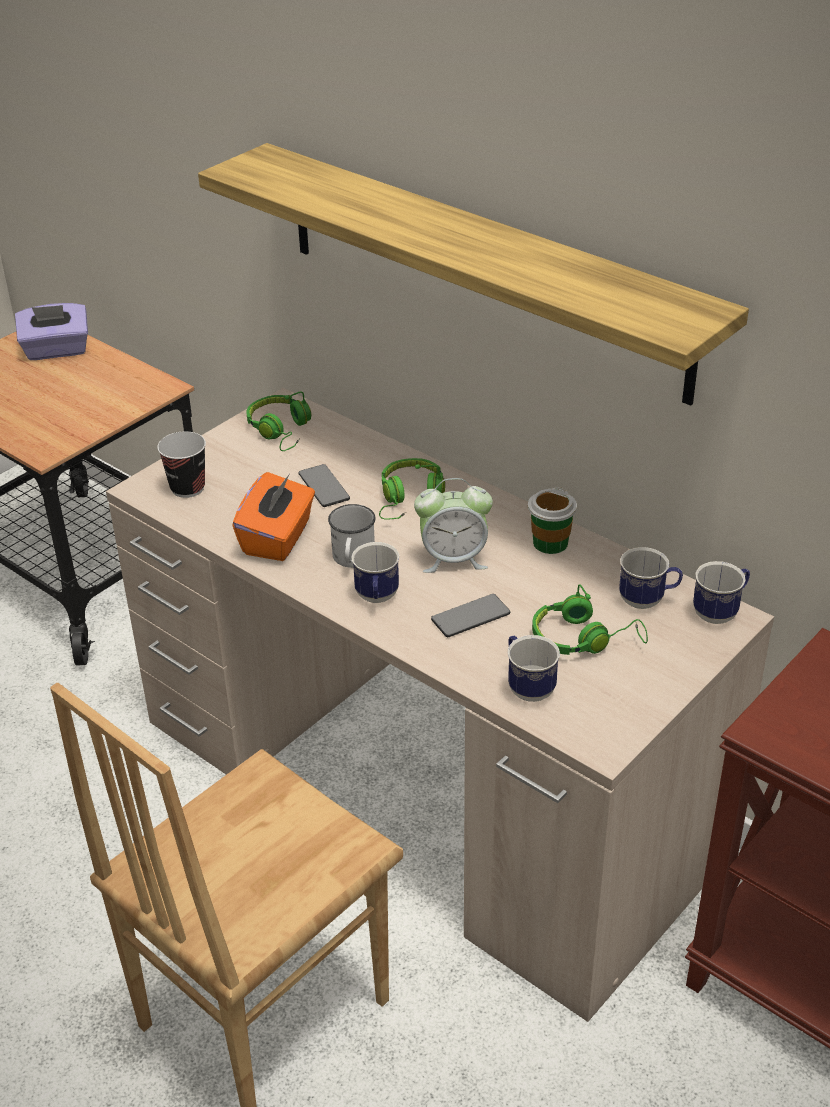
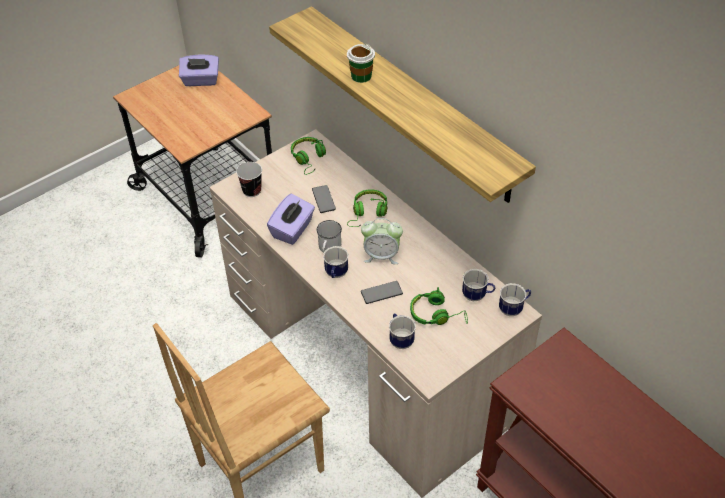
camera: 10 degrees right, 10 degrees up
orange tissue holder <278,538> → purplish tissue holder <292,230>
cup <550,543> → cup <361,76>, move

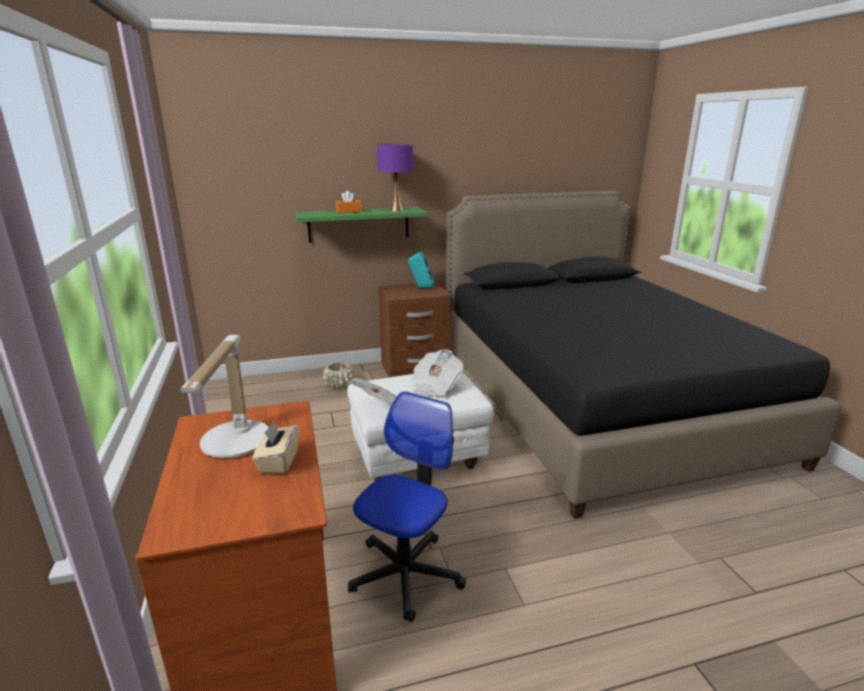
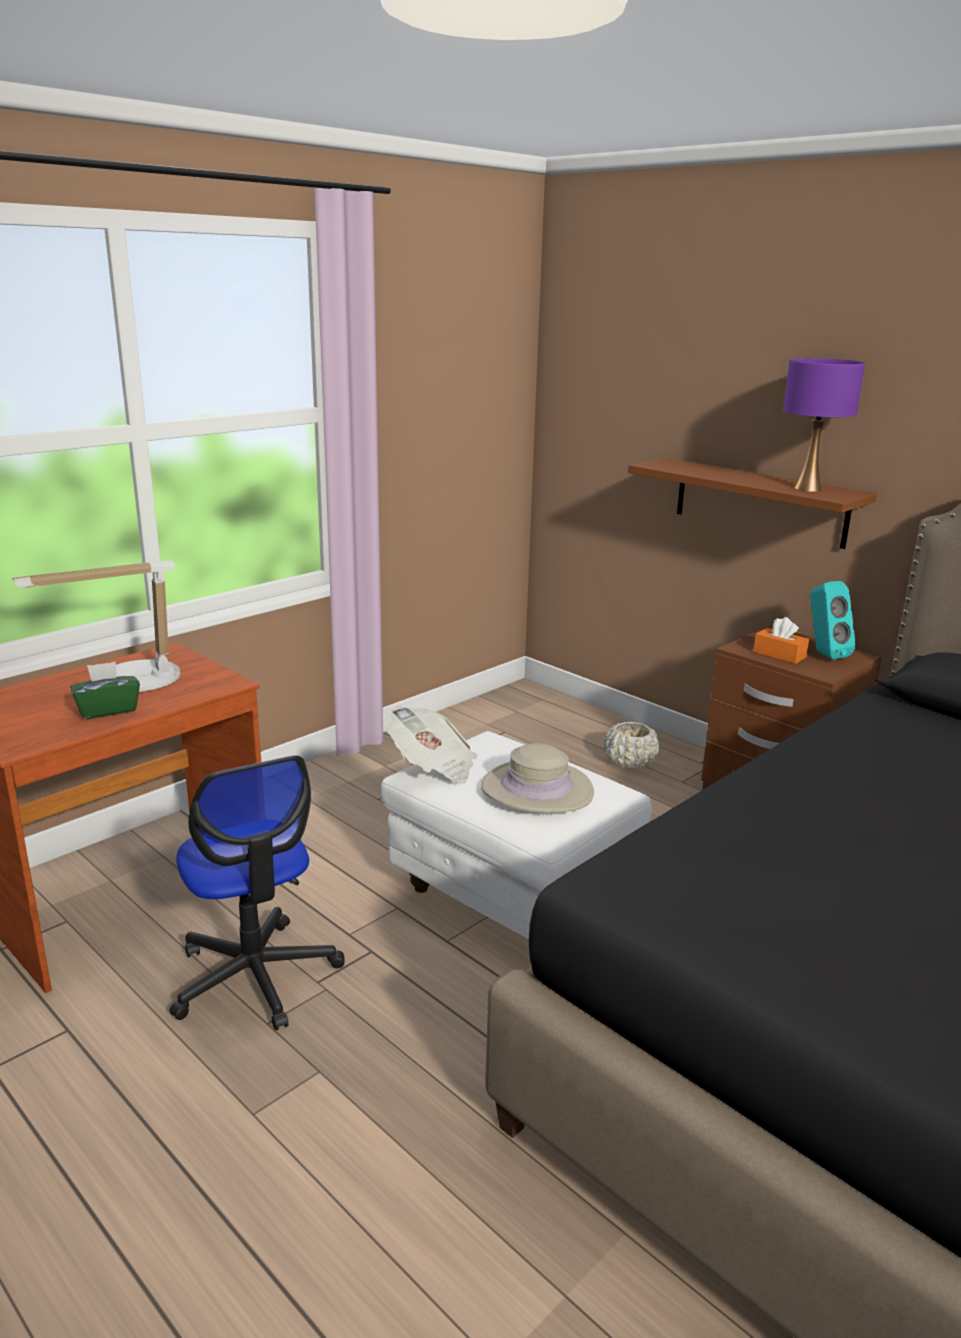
camera: 60 degrees right, 0 degrees up
beige tissue holder <278,462> → green-coloured tissue holder <108,710>
green-coloured shelf <359,224> → brownish shelf <760,502>
orange tissue holder <349,212> → orange tissue holder <779,654>, move
desk chair <406,574> → desk chair <255,976>, 60 degrees clockwise
printed paper <435,387> → beige wearable hat <537,789>

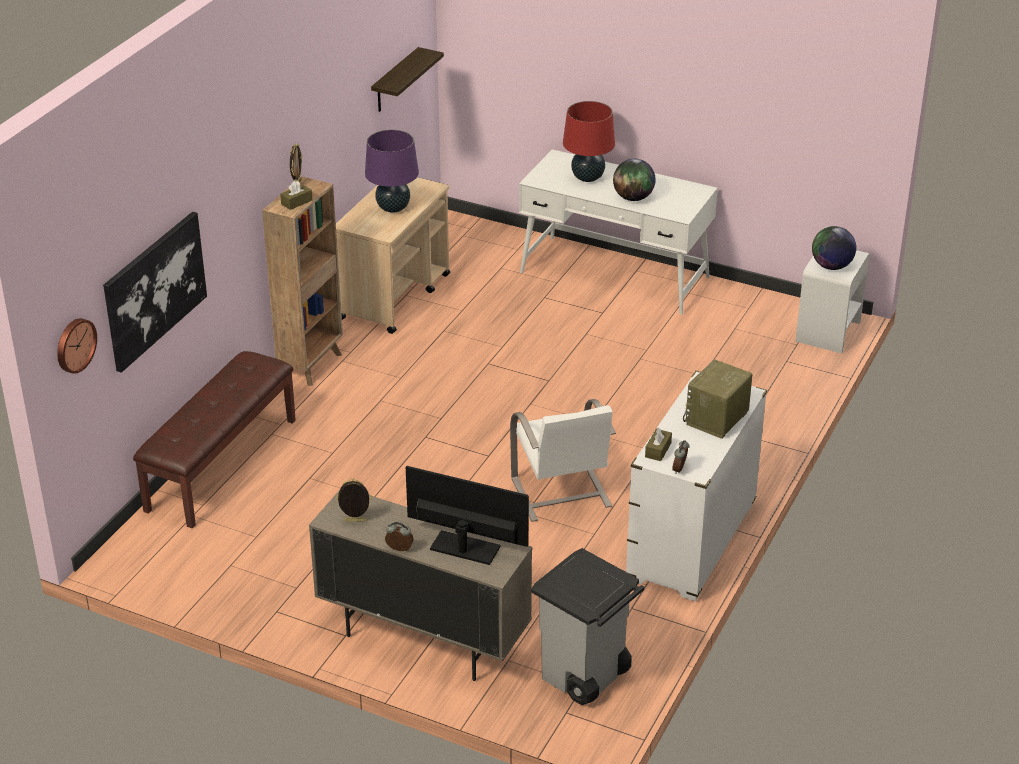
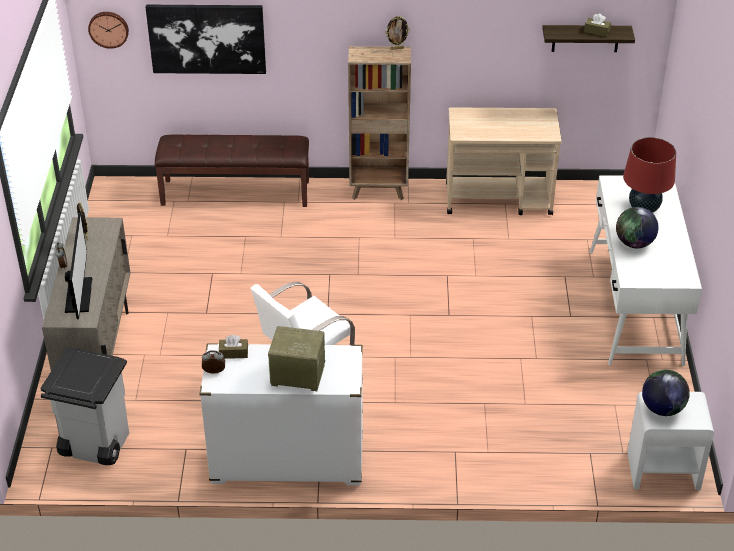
camera: 65 degrees right, 5 degrees up
brownish tissue holder <296,202> → brownish tissue holder <597,31>, move
purplish table lamp <393,208> → -

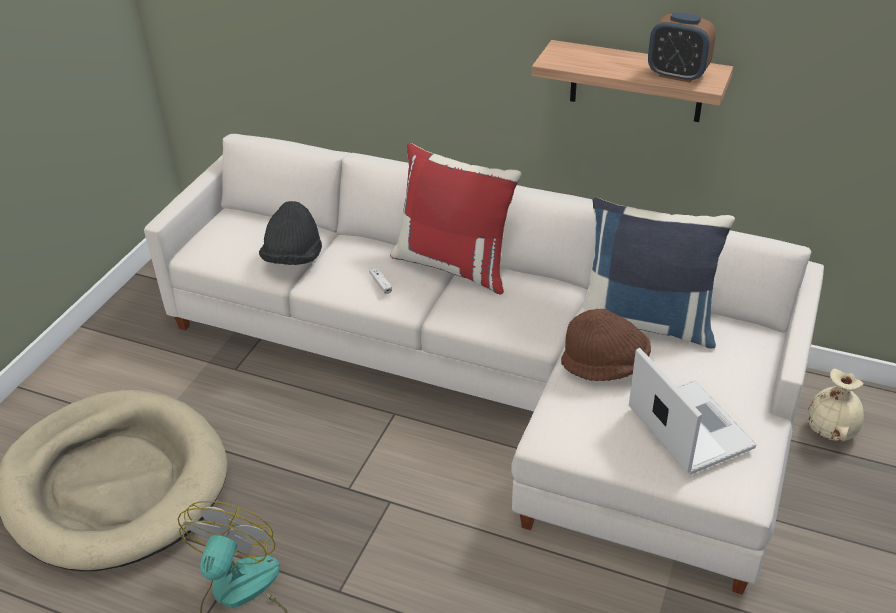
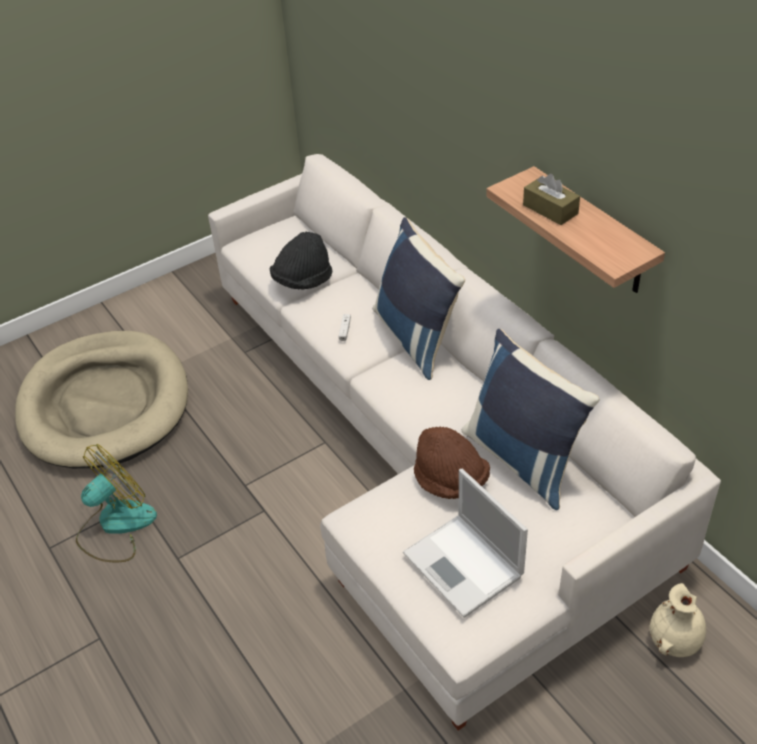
camera: 35 degrees right, 5 degrees up
red-coloured throw pillow <455,264> → bluish throw pillow <418,337>
notebook computer <688,426> → notebook computer <464,566>, 135 degrees clockwise
bedside clock <677,75> → -
- → brownish tissue holder <550,209>

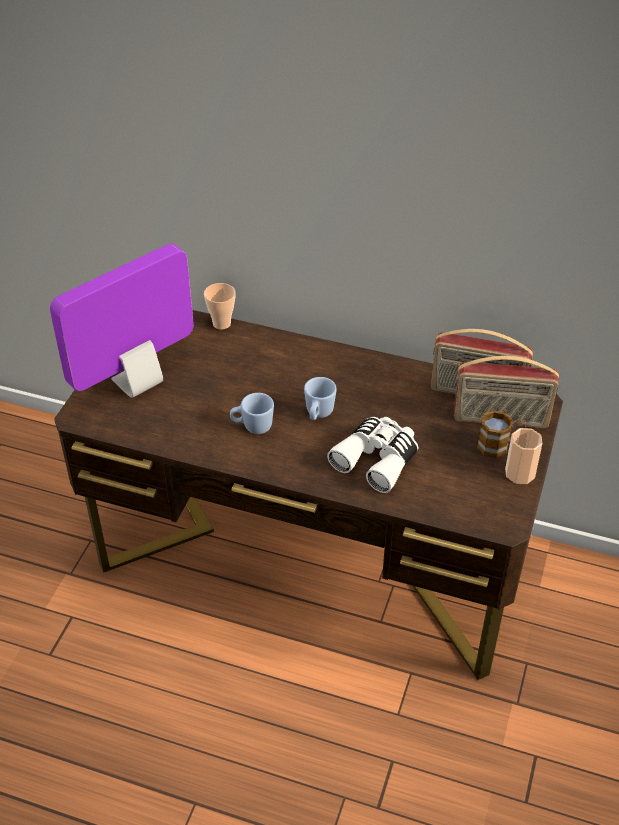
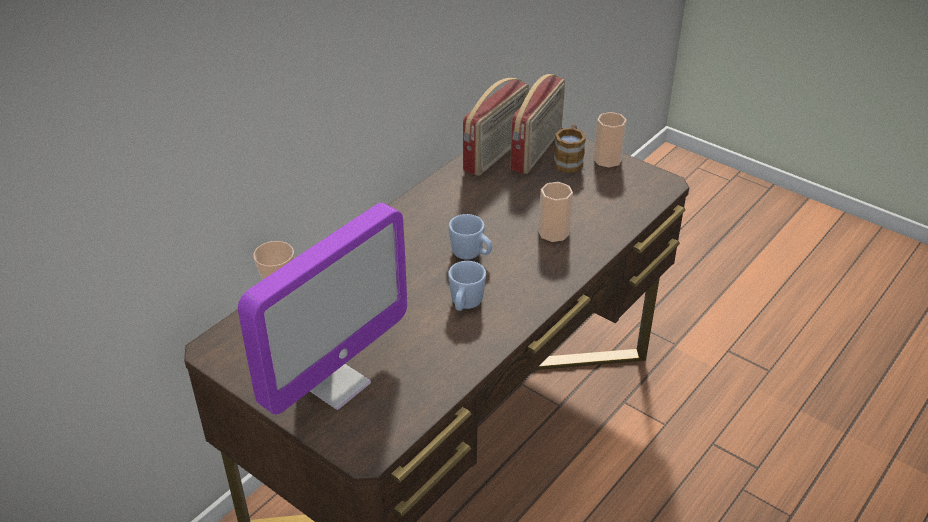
camera: 70 degrees left, 5 degrees down
monitor <137,382> → monitor <335,384>, 120 degrees counterclockwise
whitish field glasses <377,459> → cup <553,232>

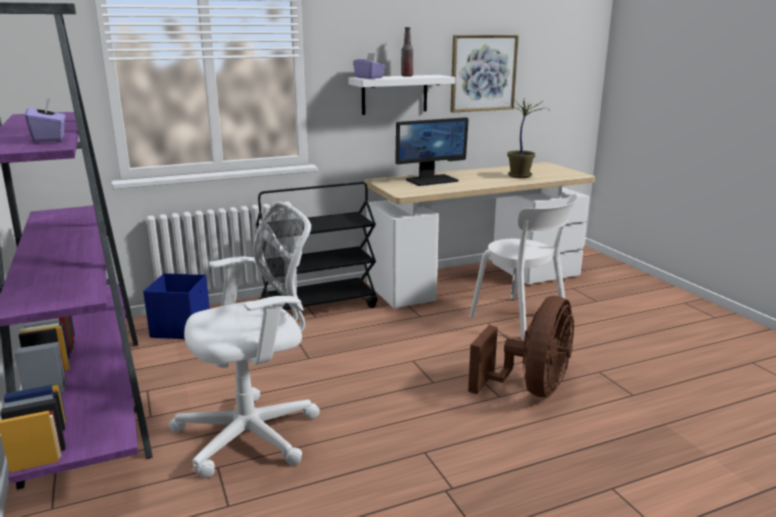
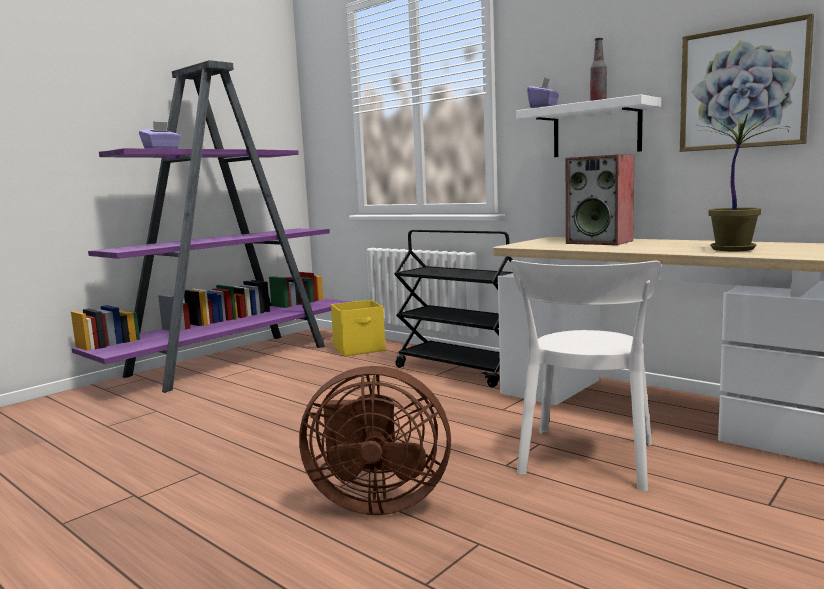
camera: 65 degrees right, 10 degrees down
bluish storage container <182,328> → yellow storage container <360,349>
whitish desk chair <255,433> → -
monitor <431,180> → speaker <600,242>

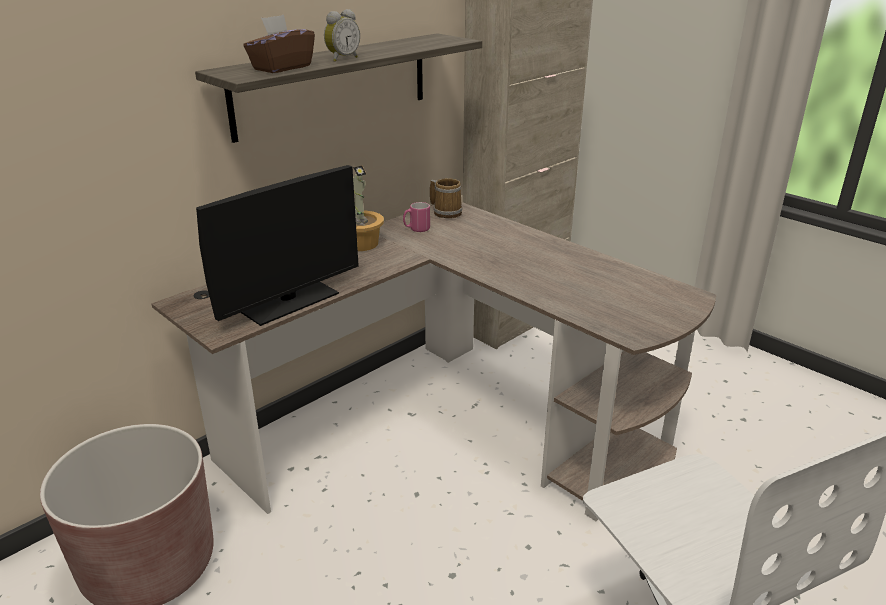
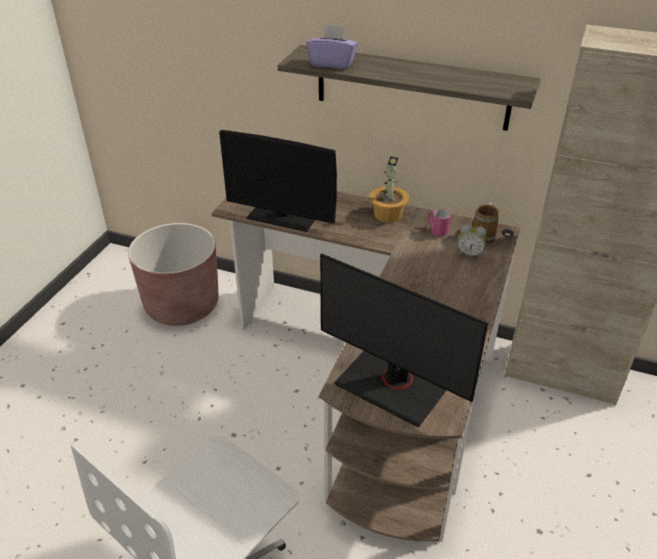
camera: 65 degrees right, 10 degrees up
brownish tissue holder <281,68> → purplish tissue holder <332,63>
bedside clock <342,59> → bedside clock <470,254>, move
- → monitor <393,385>

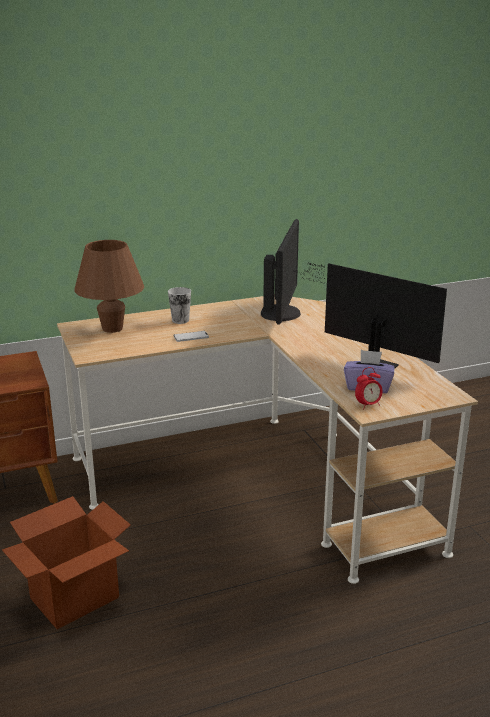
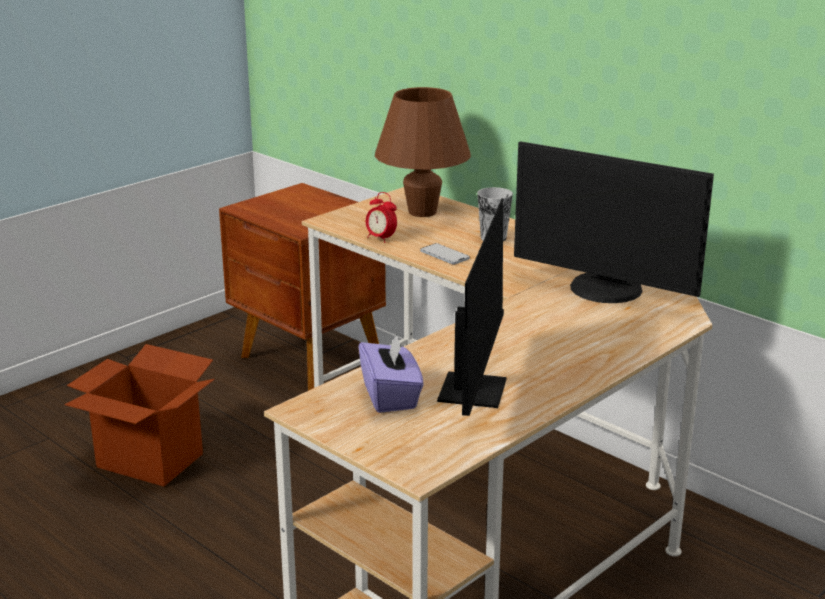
camera: 65 degrees right, 0 degrees up
monitor <282,313> → monitor <604,290>, 45 degrees clockwise
bedside clock <368,405> → bedside clock <381,239>, move

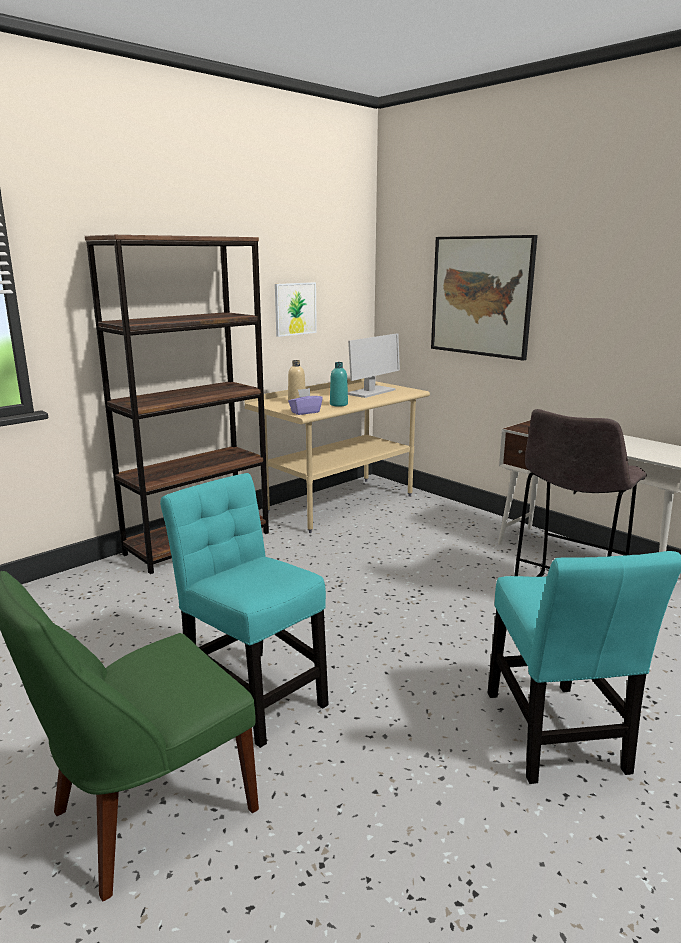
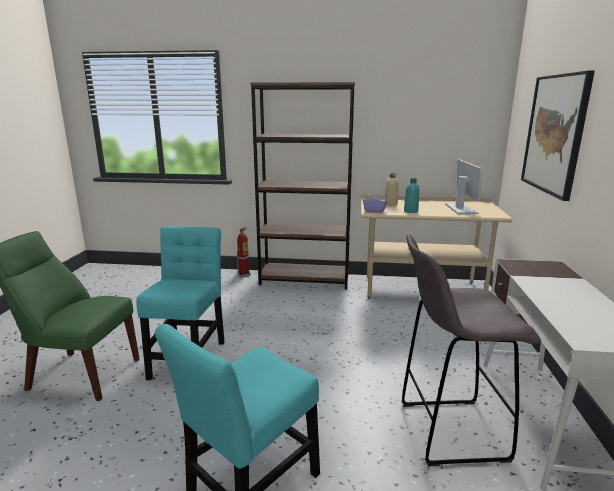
camera: 50 degrees right, 0 degrees up
picture <295,309> → -
monitor <371,392> → monitor <461,209>, 90 degrees counterclockwise
- → fire extinguisher <244,274>

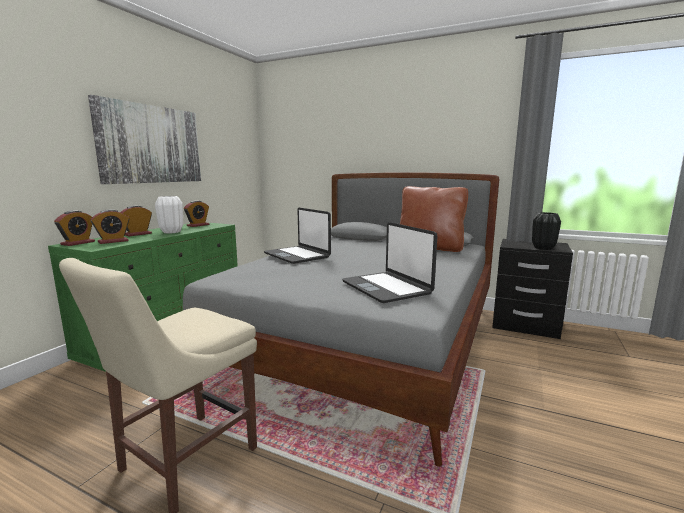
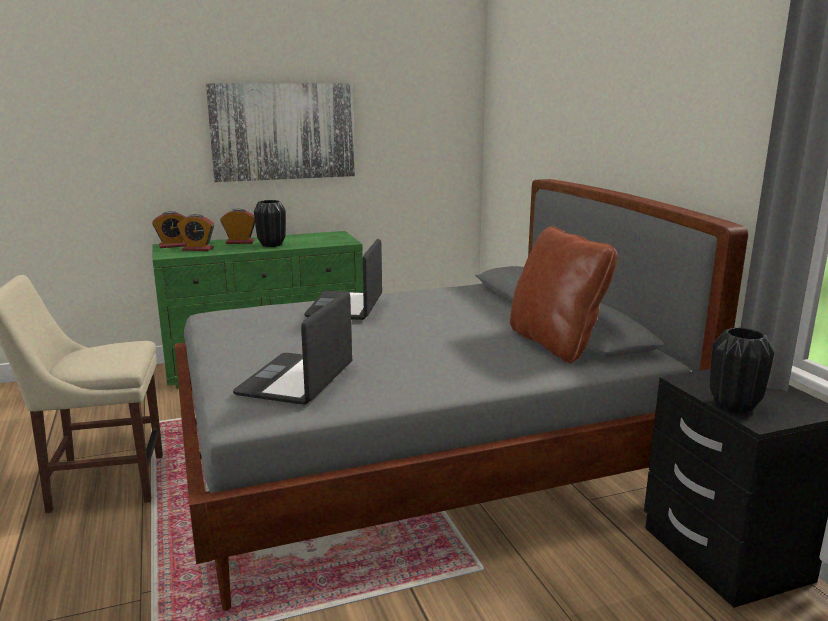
camera: 45 degrees right, 5 degrees up
whitish decorative vase <171,232> → black decorative vase <271,245>
bedside clock <198,225> → -

